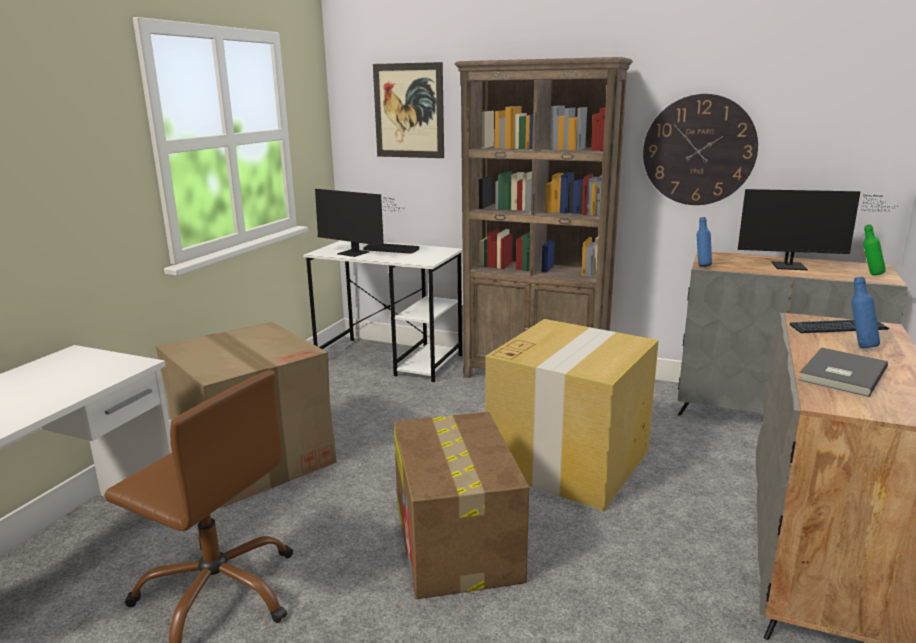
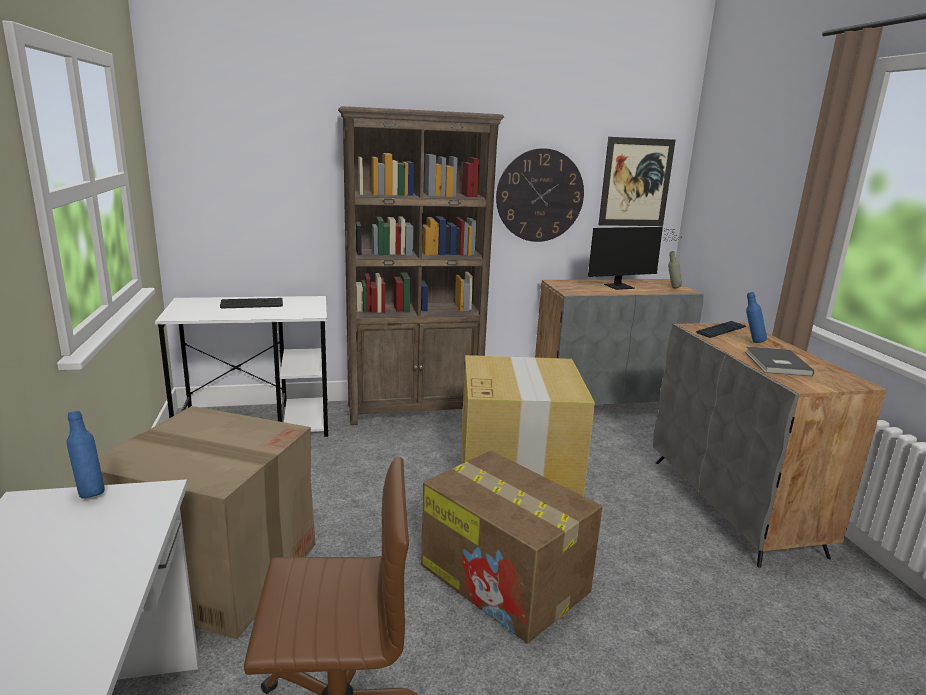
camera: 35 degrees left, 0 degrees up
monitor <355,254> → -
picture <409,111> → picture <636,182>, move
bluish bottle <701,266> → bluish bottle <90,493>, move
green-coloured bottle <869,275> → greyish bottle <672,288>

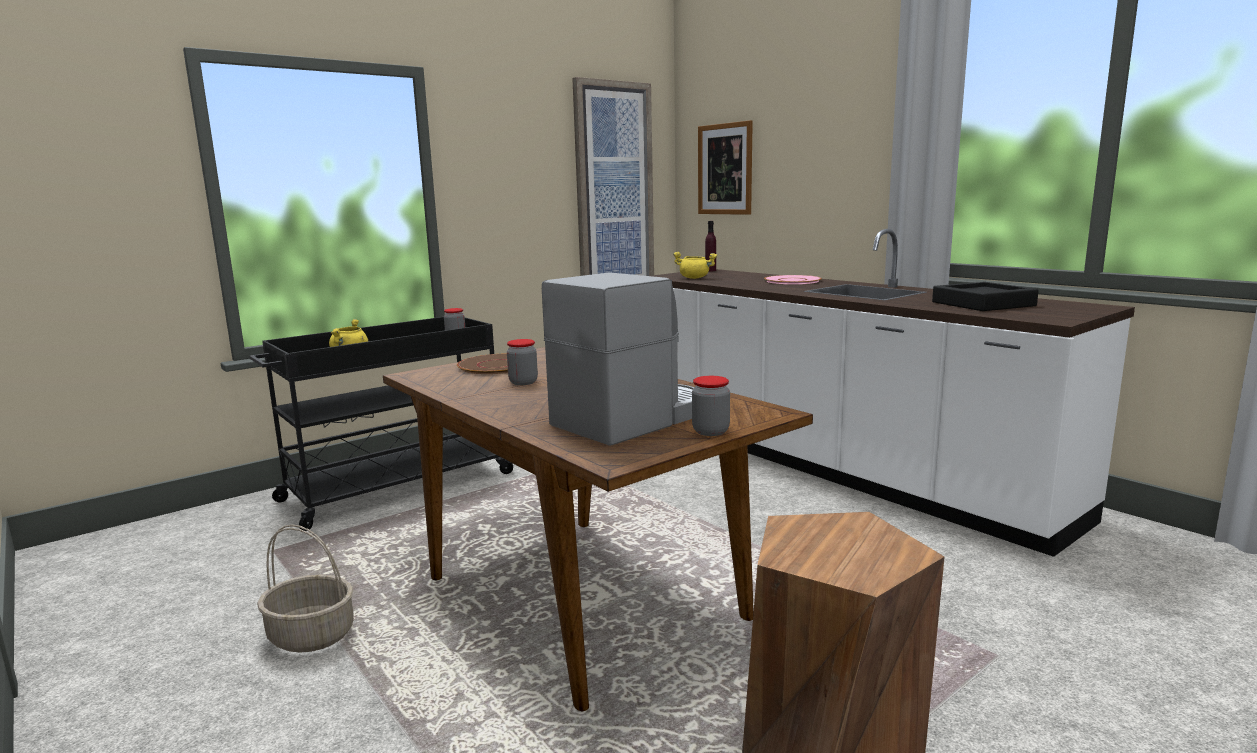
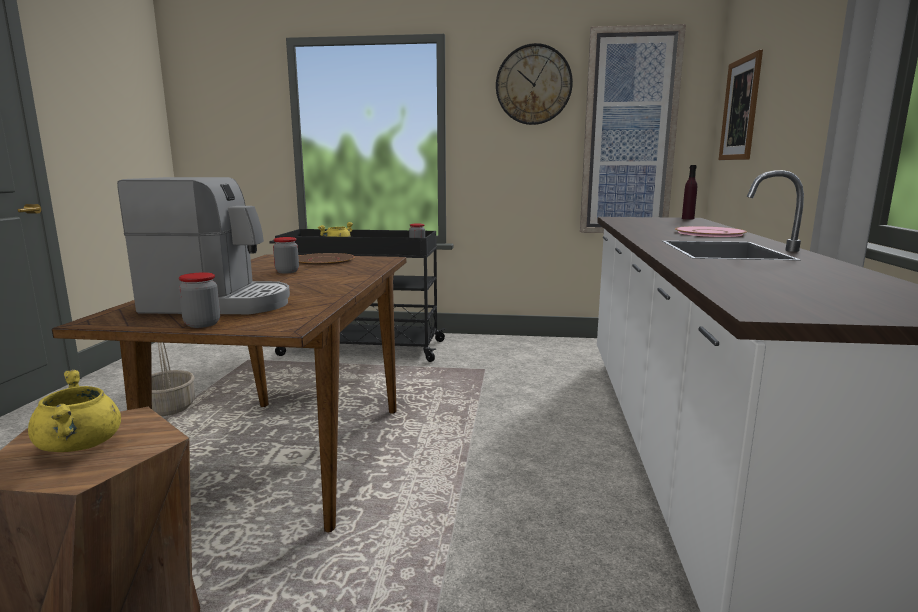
camera: 45 degrees right, 0 degrees up
yellow cooking pot <695,278> → yellow cooking pot <81,445>, move
black serving tray <983,304> → -
- → hanging clock <533,85>

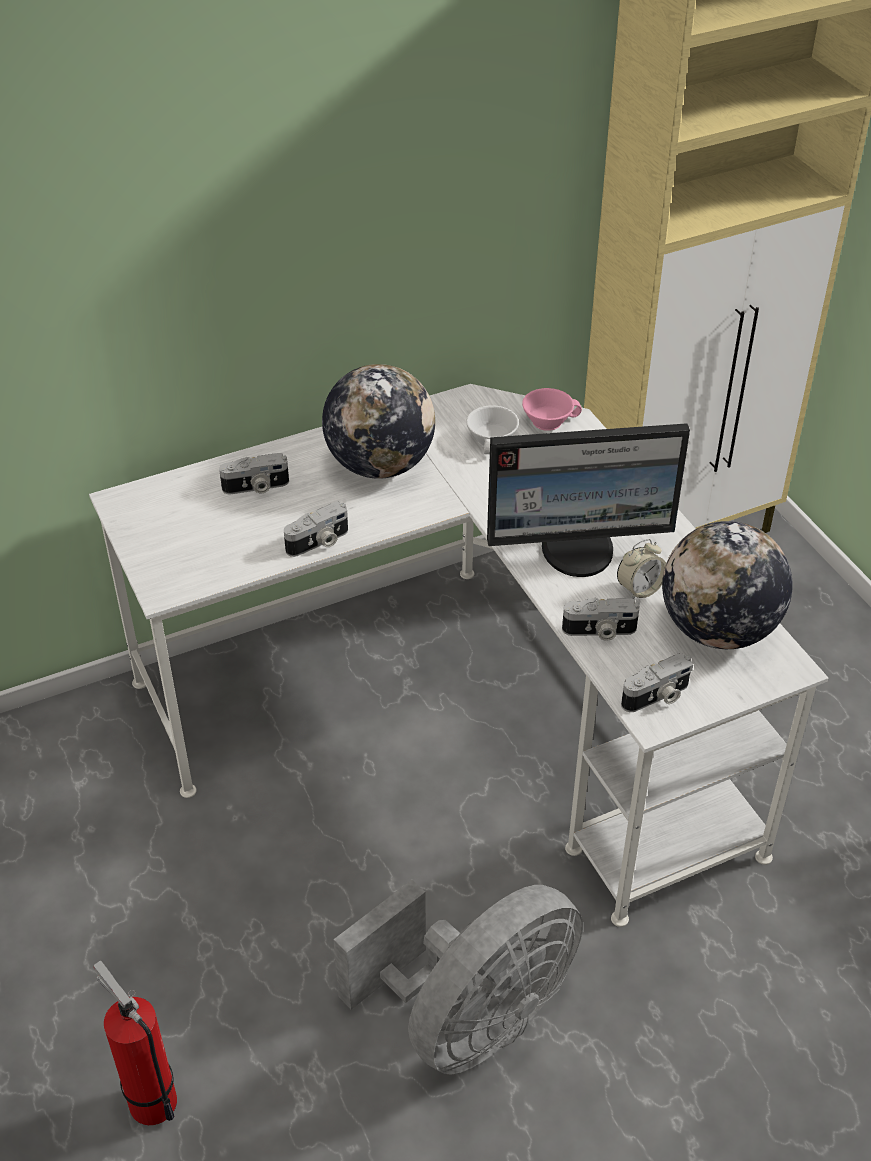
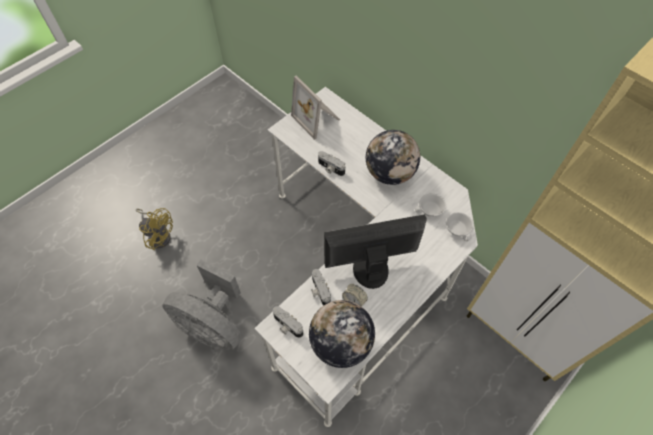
camera: 70 degrees right, 15 degrees up
fire extinguisher <149,1097> → yellow cooling fan <159,235>
still camera <256,487> → -
monitor <579,550> → monitor <369,268>, 105 degrees clockwise
pink-coloured cup <548,419> → whitish cup <458,229>
- → picture frame <317,118>

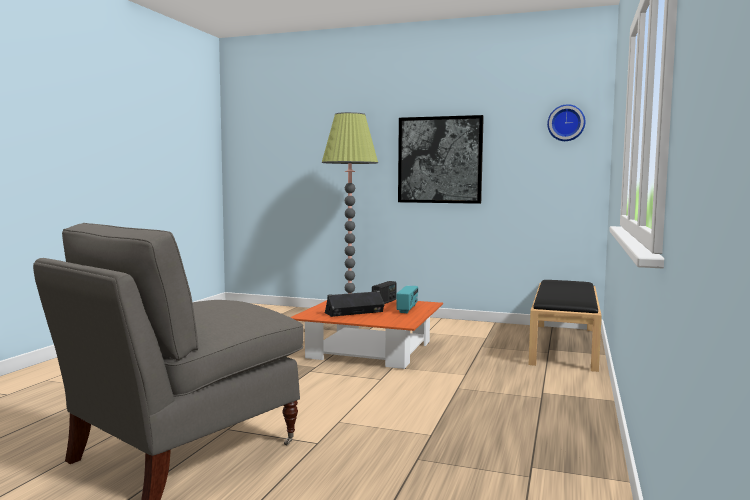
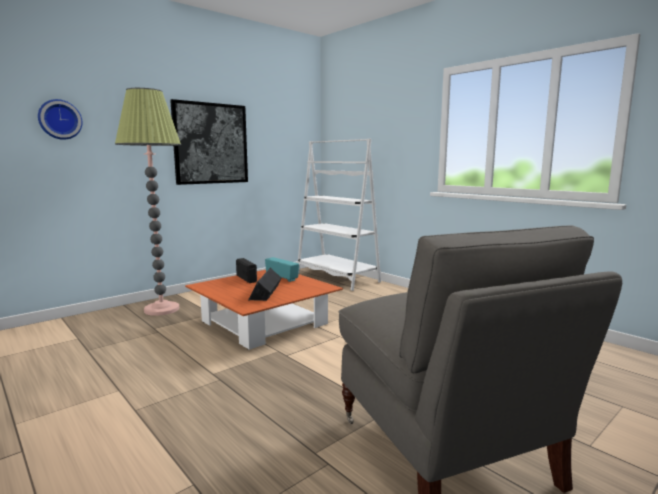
camera: 60 degrees left, 5 degrees up
black indoor bench <564,345> → whitish shelving unit <337,277>
hanging clock <566,123> → hanging clock <59,119>, move

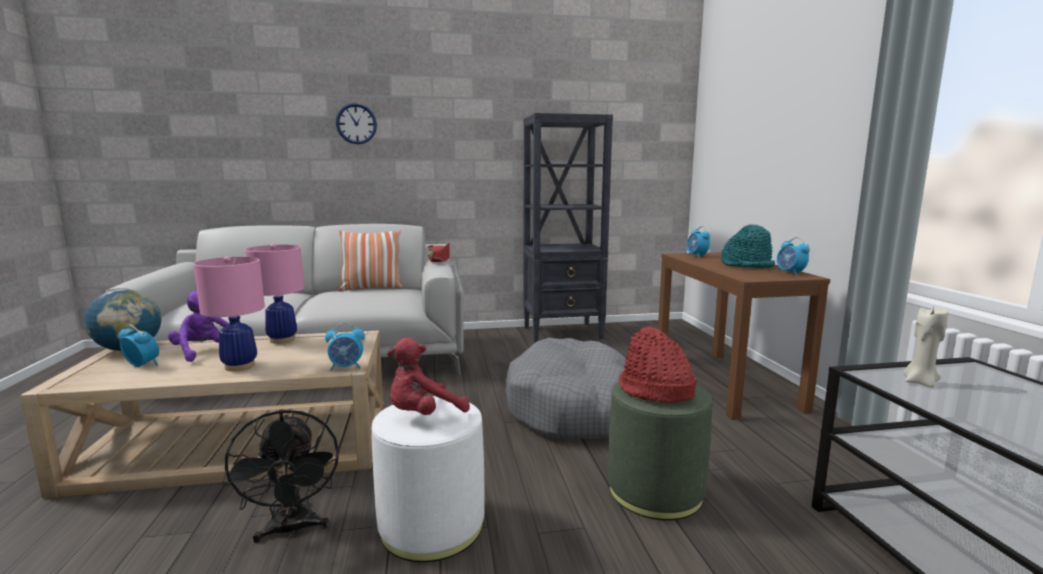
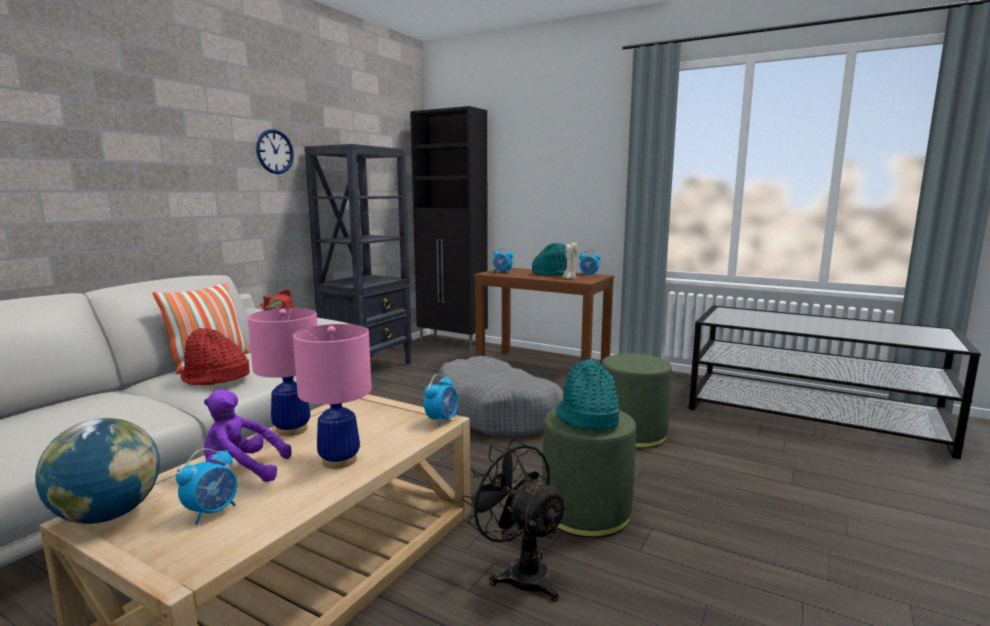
camera: 50 degrees left, 0 degrees up
bedside clock <142,365> → bedside clock <212,512>, 150 degrees clockwise
black cooling fan <292,530> → black cooling fan <519,572>, 150 degrees counterclockwise
hanging clock <356,124> → hanging clock <274,151>, move
whitish pouffe <431,526> → green-coloured pouffe <586,512>
red-coloured cuddly toy <423,415> → blue-green wearable hat <587,418>
red-coloured wearable hat <654,390> → red-coloured wearable hat <215,378>, move
beige candle <919,382> → beige candle <569,278>, move
- → black cupboard <452,342>

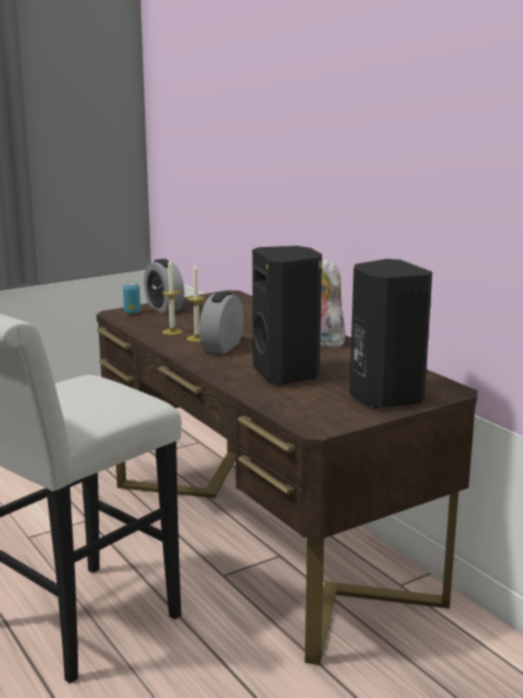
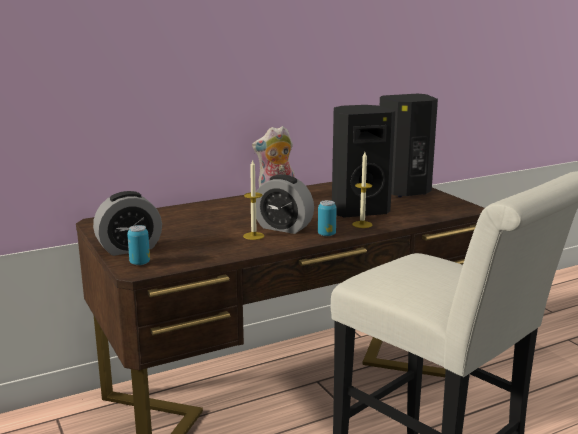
camera: 85 degrees left, 0 degrees up
candle <172,332> → candle <362,224>, move
- → metal can <326,234>

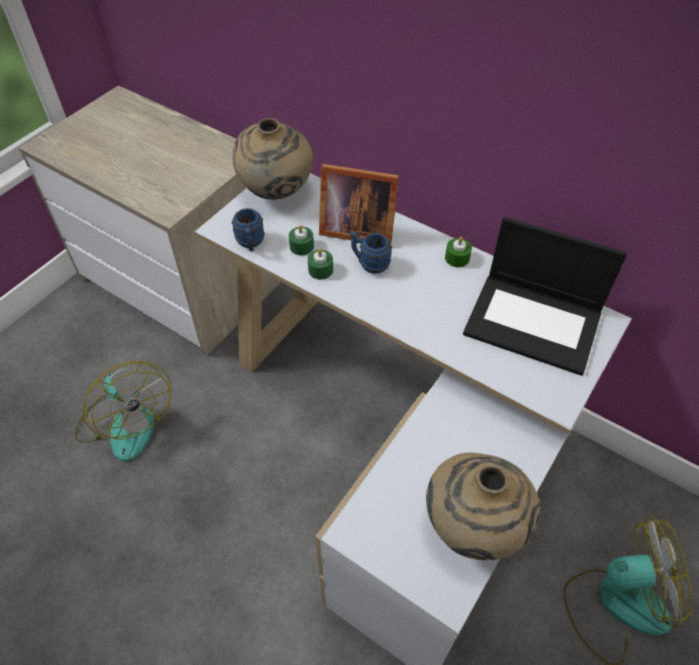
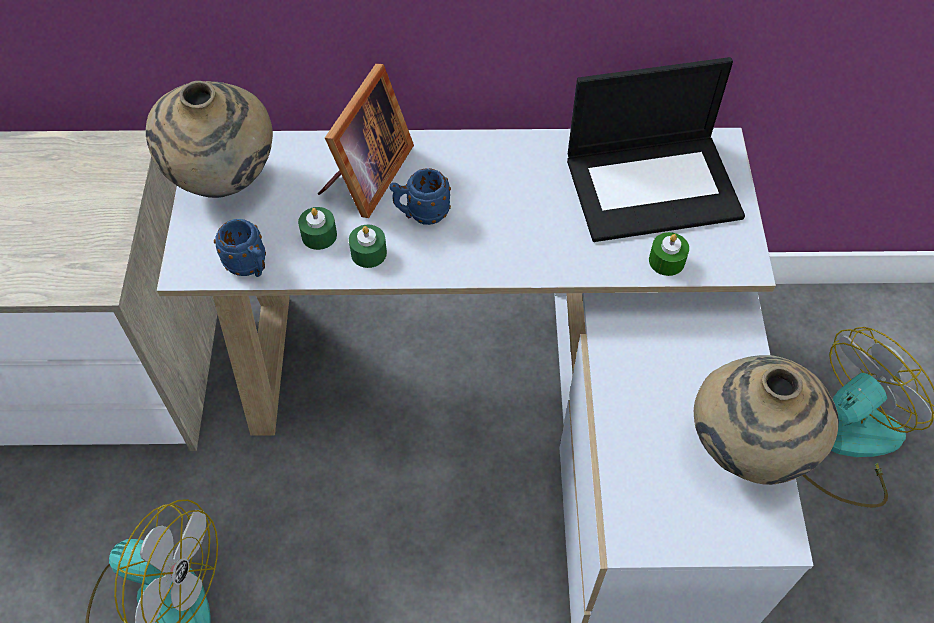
camera: 35 degrees left, 5 degrees up
picture frame <355,228> → picture frame <366,177>, 45 degrees counterclockwise
green-coloured candle <457,258> → green-coloured candle <666,261>, move

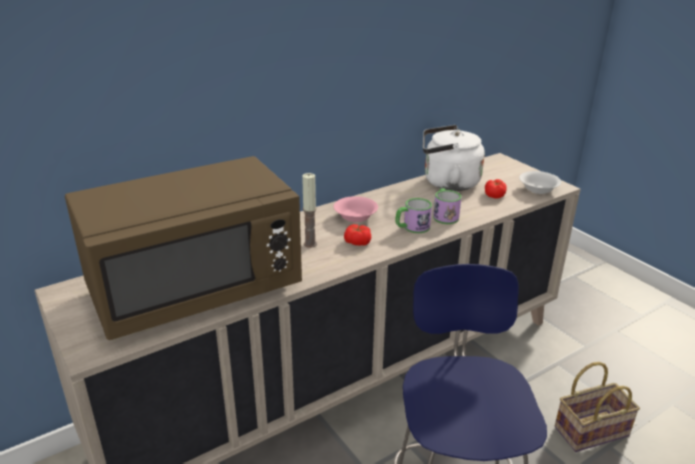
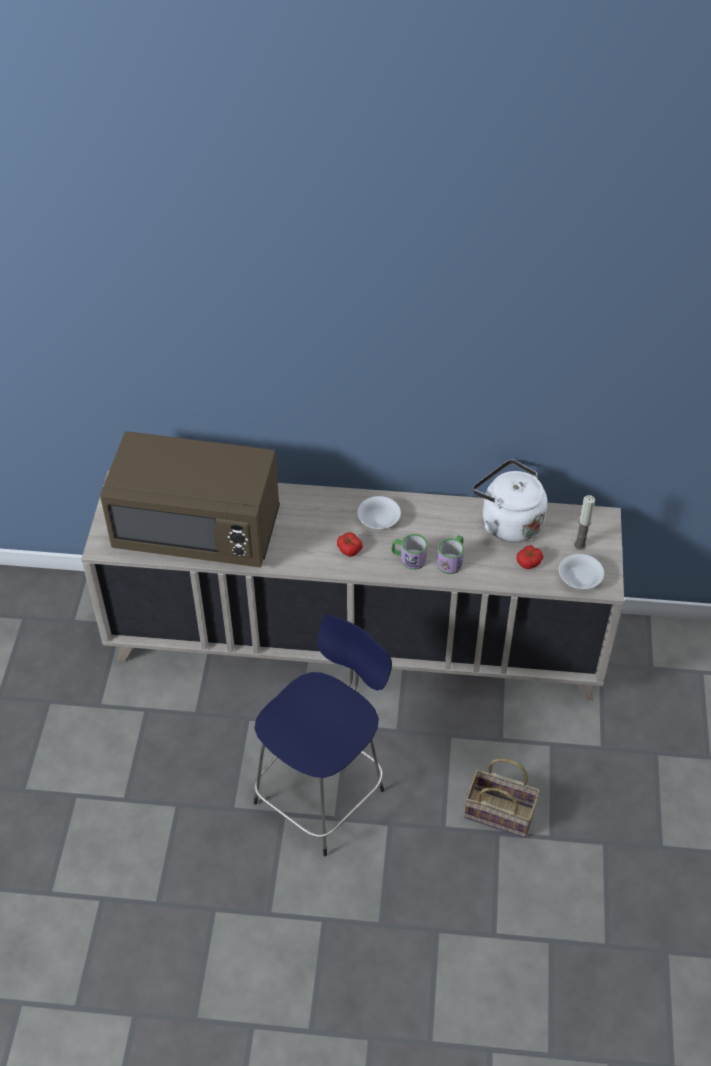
camera: 40 degrees right, 20 degrees up
candle <310,244> → candle <580,545>, move
pink-coloured deep dish <355,217> → whitish deep dish <378,520>

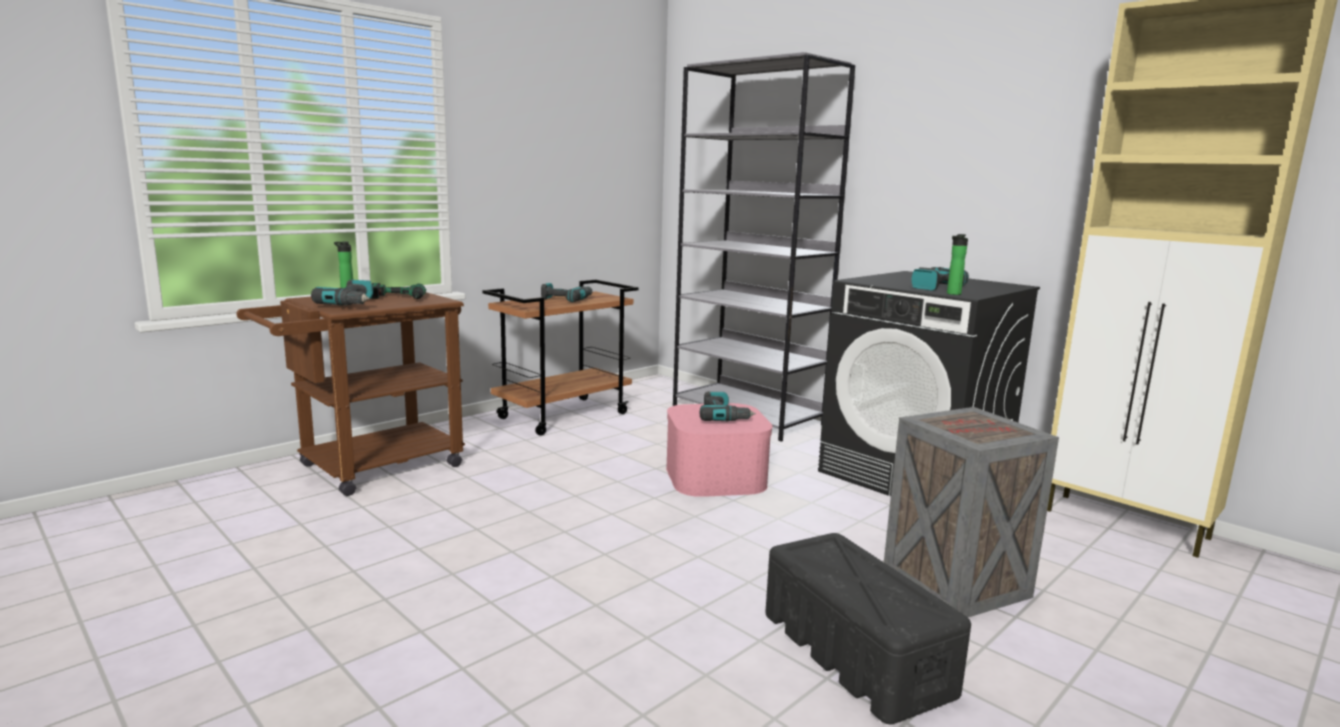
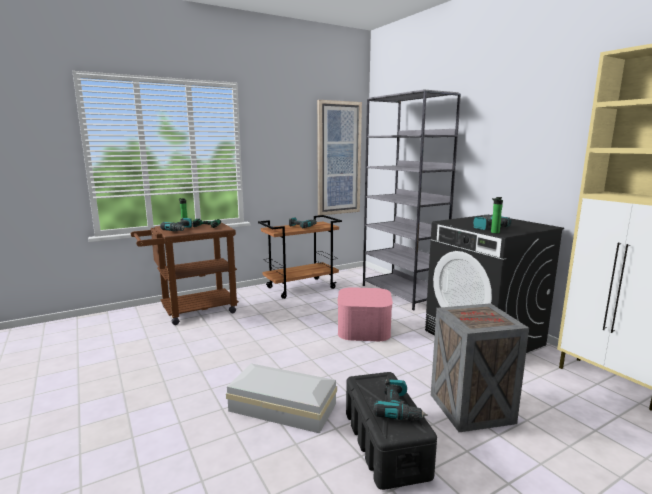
camera: 15 degrees right, 0 degrees up
electric drill <723,416> → electric drill <399,408>, move
- → whitish storage container <281,406>
- → picture <338,158>

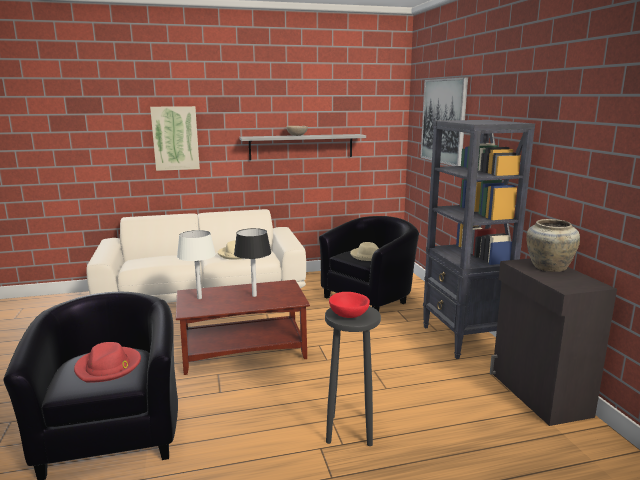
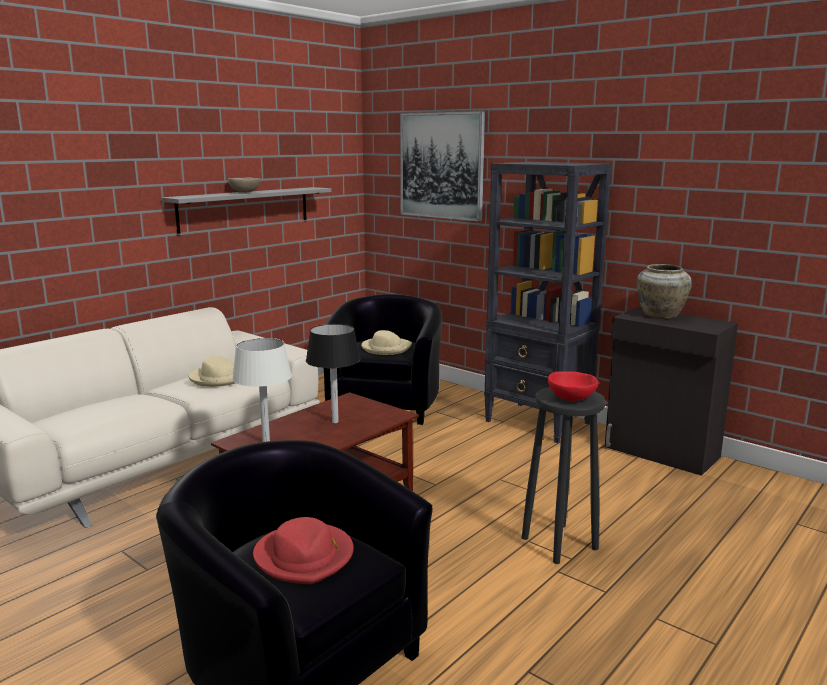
camera: 35 degrees left, 0 degrees up
picture <175,138> → -

